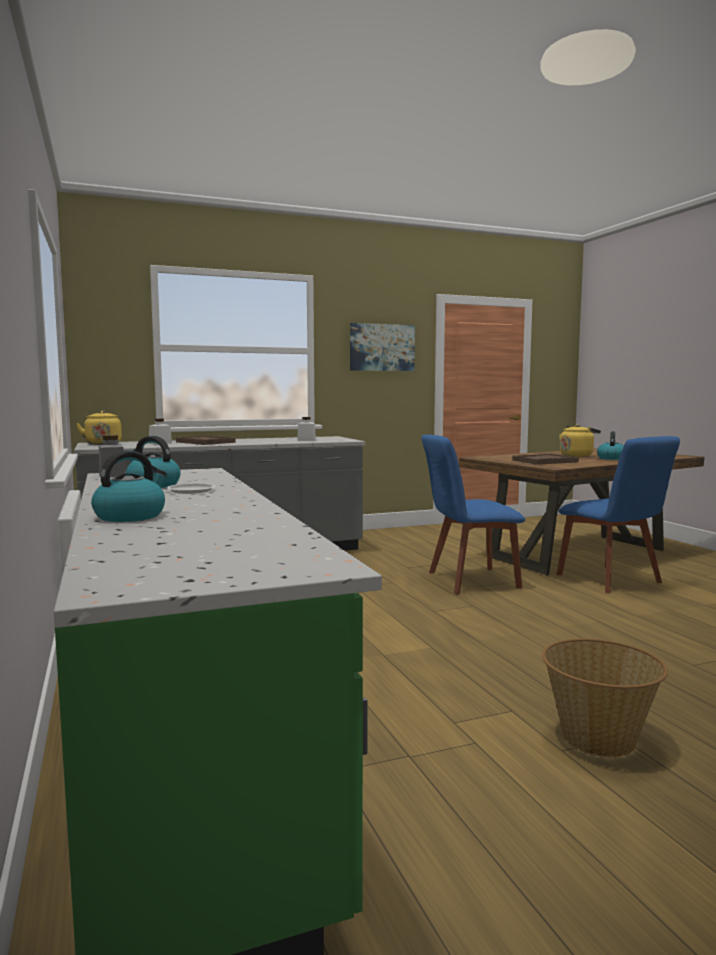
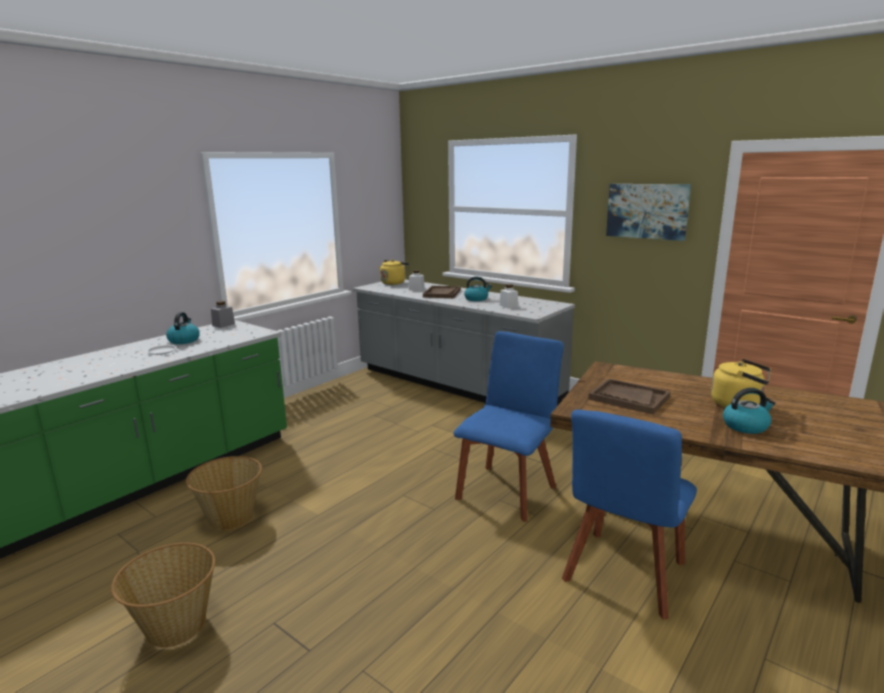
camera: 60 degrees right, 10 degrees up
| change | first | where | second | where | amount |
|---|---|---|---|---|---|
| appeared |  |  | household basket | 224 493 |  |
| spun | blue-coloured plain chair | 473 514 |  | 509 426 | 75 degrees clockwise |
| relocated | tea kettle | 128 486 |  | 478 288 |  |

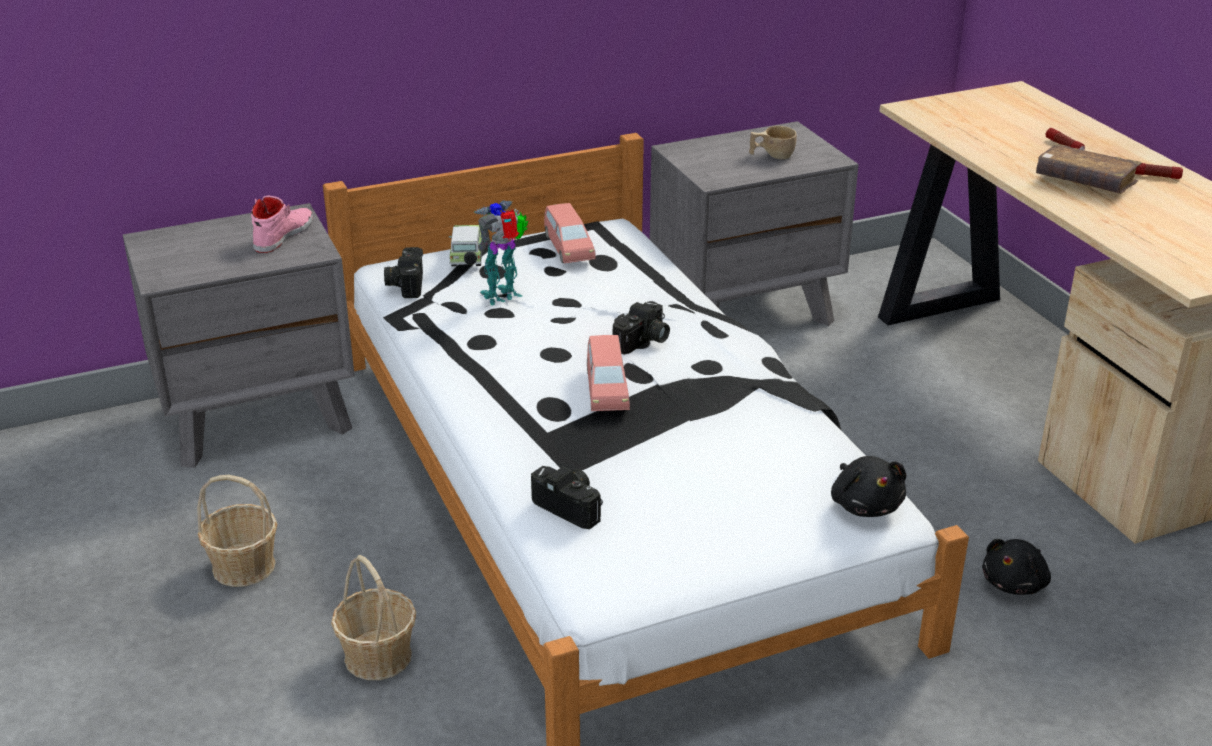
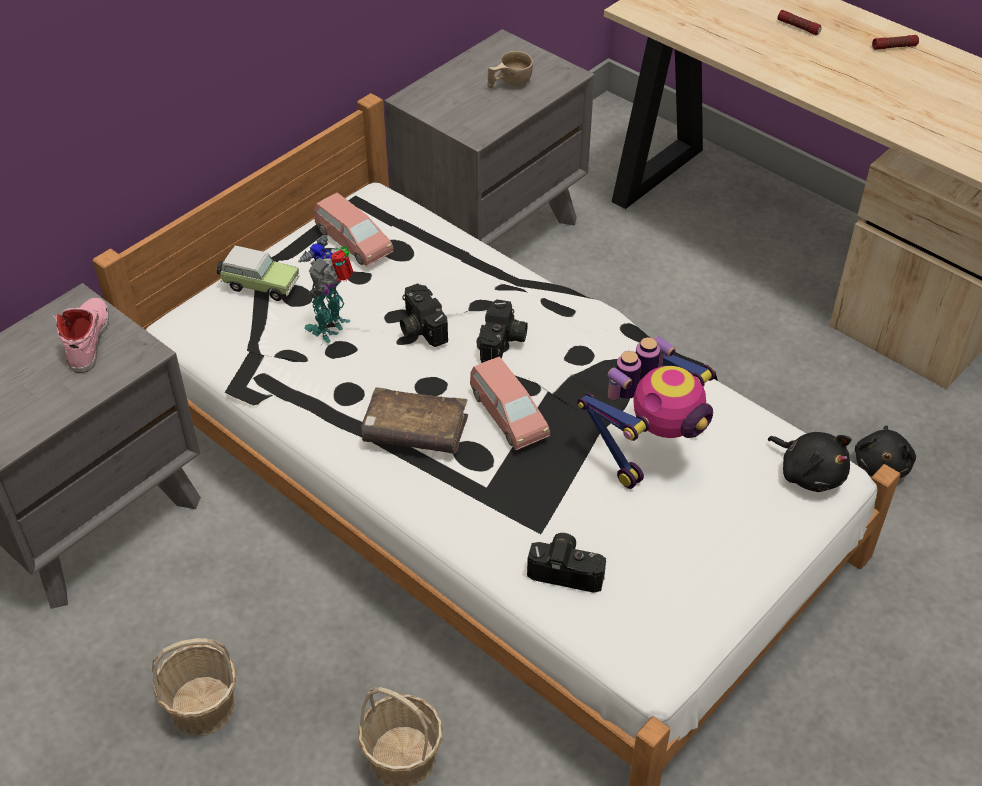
camera: 25 degrees left, 15 degrees up
| change | first | where | second | where | amount |
|---|---|---|---|---|---|
| spun | model car | 465 245 |  | 258 273 | 135 degrees clockwise |
| relocated | brown book | 1089 168 |  | 414 420 |  |
| relocated | photo camera | 403 272 |  | 424 315 |  |
| appeared |  |  | toy robot | 646 412 |  |

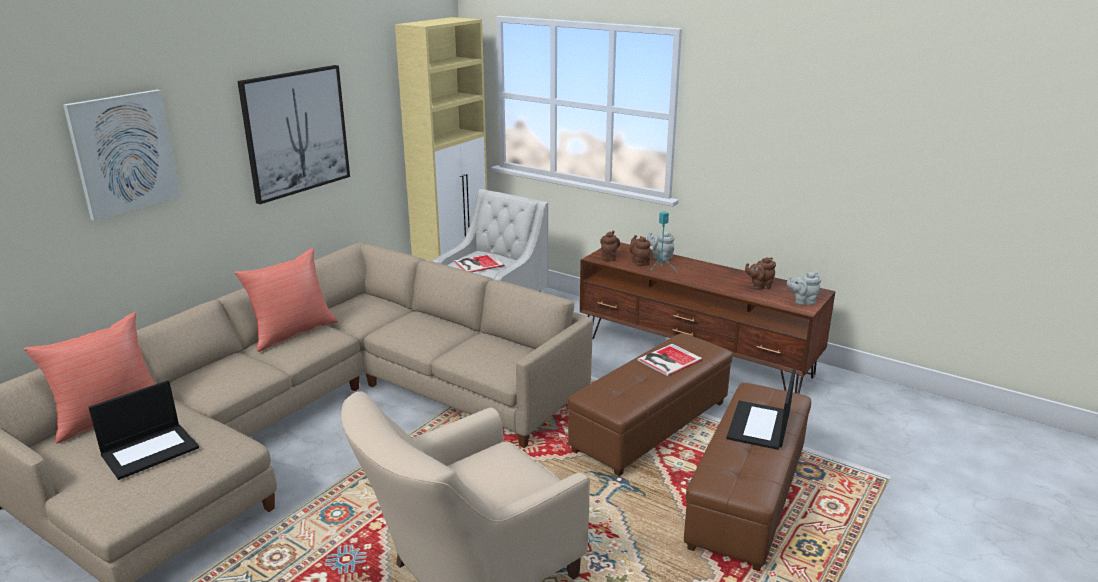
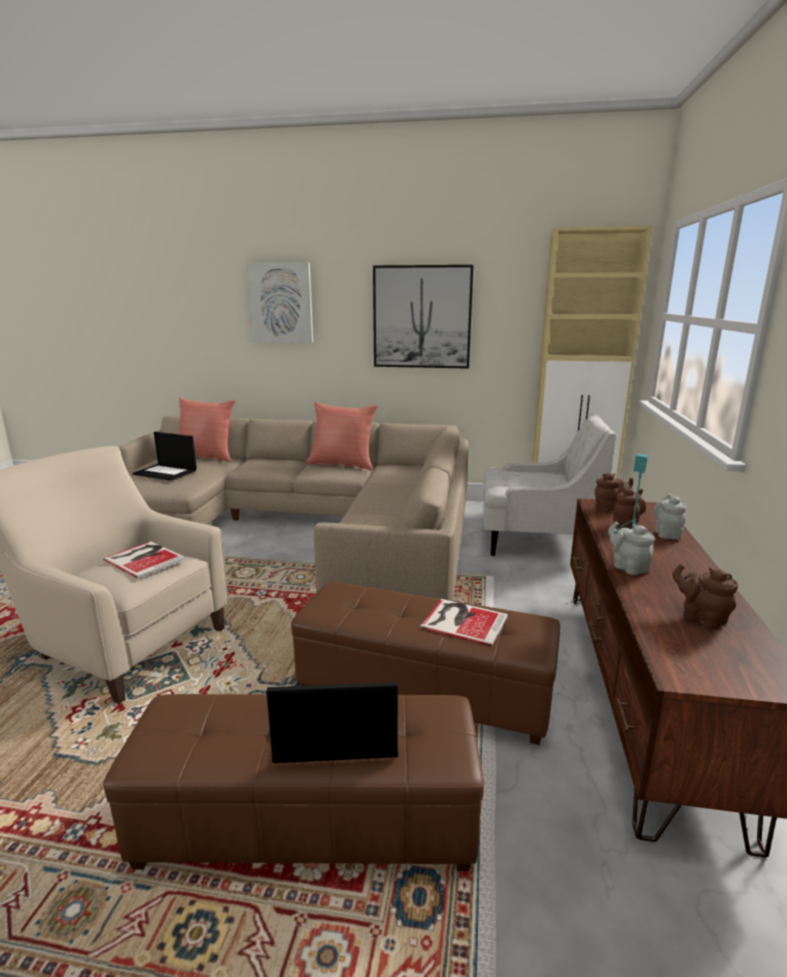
camera: 65 degrees right, 5 degrees down
| change | first | where | second | where | amount |
|---|---|---|---|---|---|
| relocated | book | 479 263 |  | 144 560 |  |
| relocated | grey teapot | 804 288 |  | 631 548 |  |

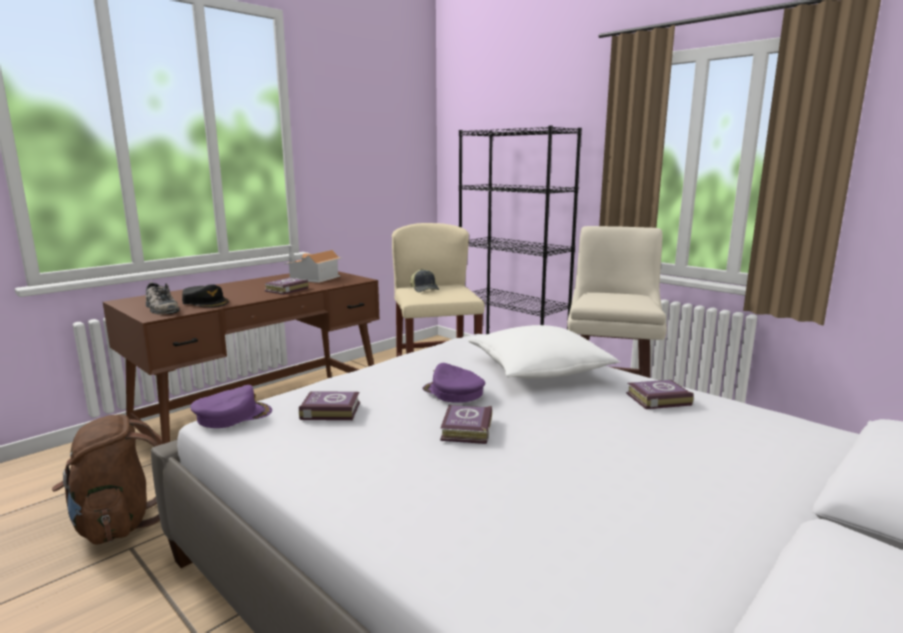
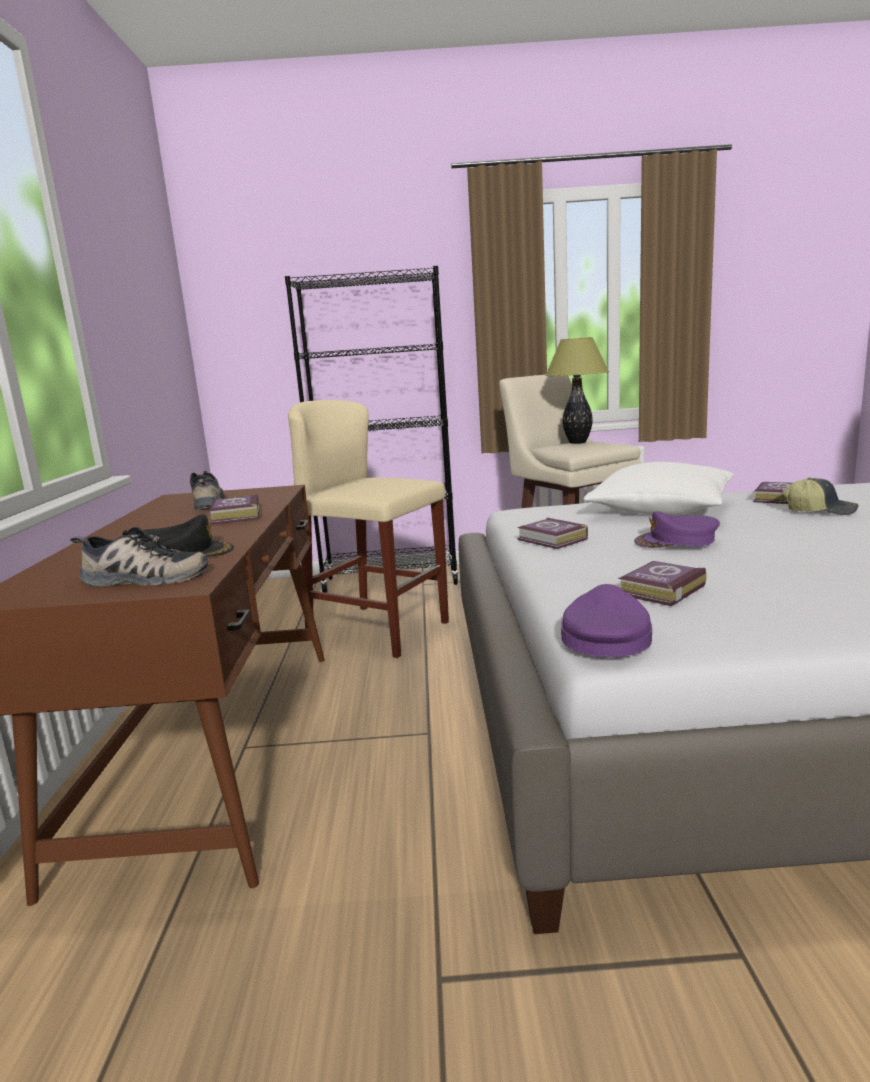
camera: 45 degrees left, 0 degrees up
| change | first | where | second | where | amount |
|---|---|---|---|---|---|
| exchanged | toy house | 313 264 | shoe | 207 490 |  |
| relocated | book | 466 424 |  | 552 533 |  |
| appeared |  |  | table lamp | 577 390 |  |
| relocated | peaked cap | 424 280 |  | 820 496 |  |
| missing | brown knapsack | 106 479 |  |  |  |

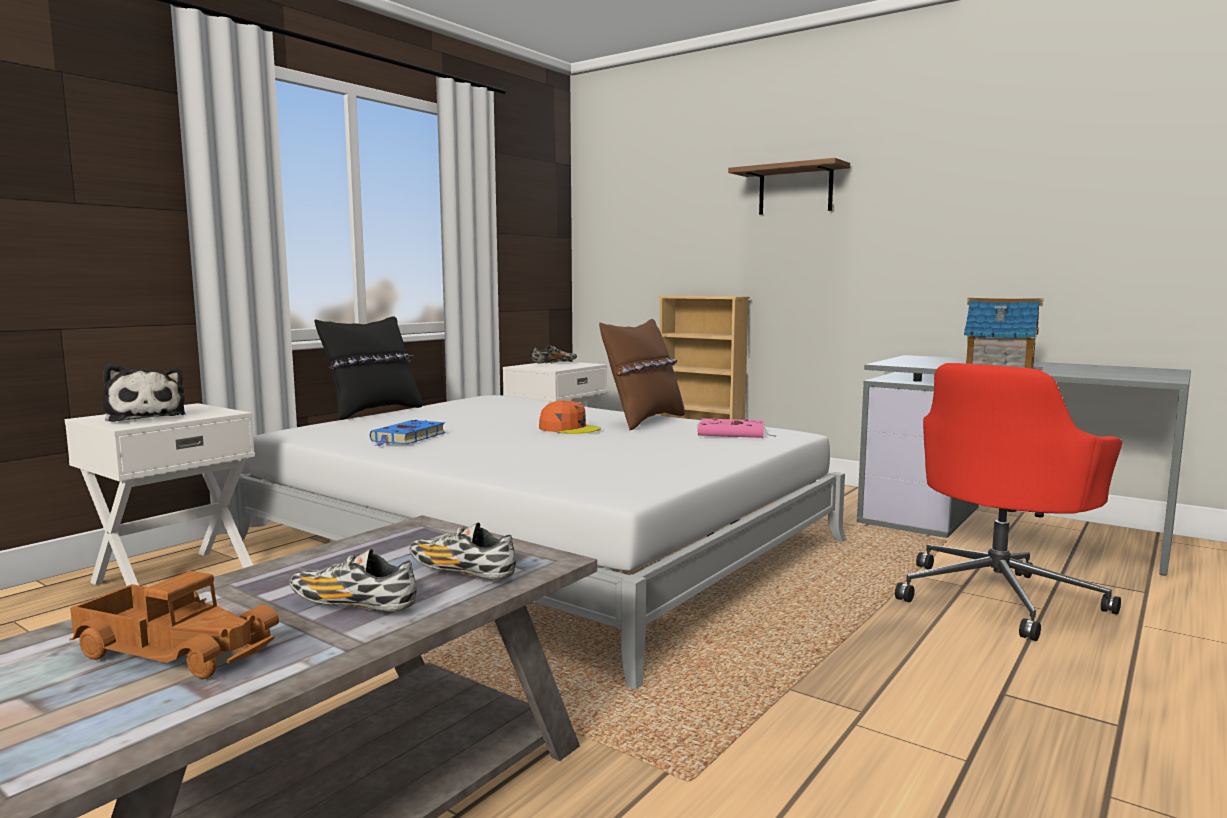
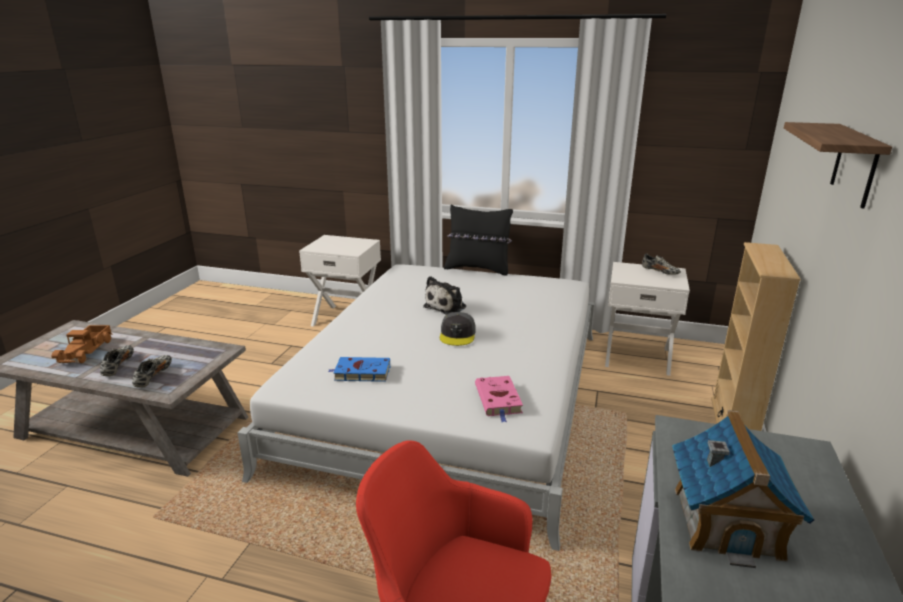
camera: 70 degrees right, 15 degrees up
| change | first | where | second | where | amount |
|---|---|---|---|---|---|
| relocated | blue-coloured book | 408 433 |  | 359 369 |  |
| relocated | soft toy | 144 393 |  | 444 295 |  |
| colour | orange-coloured peaked cap | 570 417 | grey peaked cap | 458 329 |  |
| missing | brown pillow | 642 374 |  |  |  |

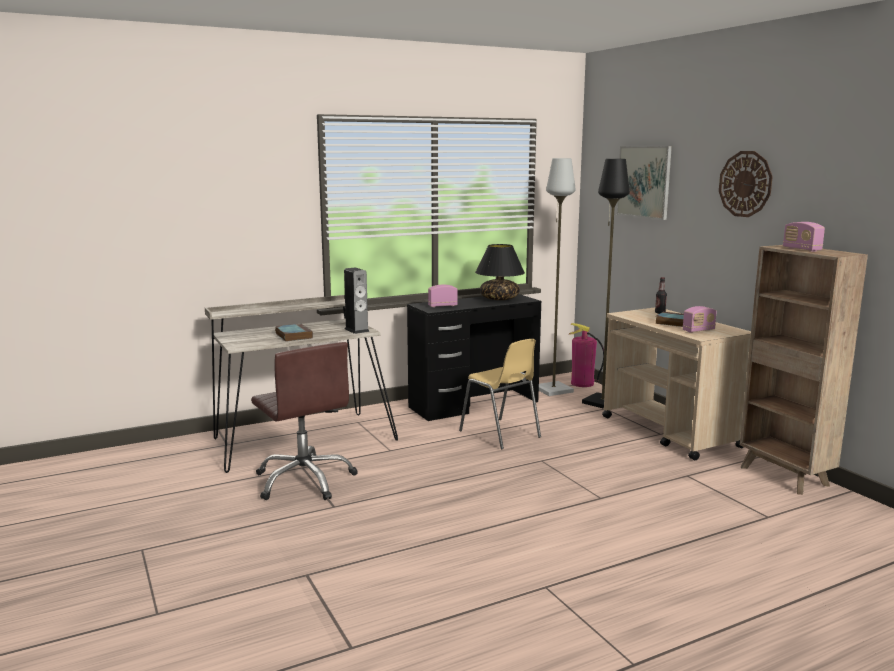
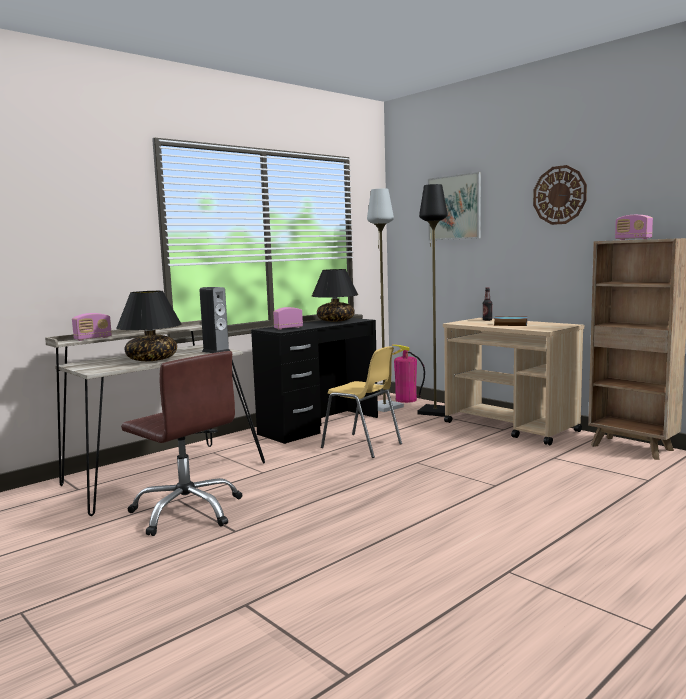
camera: 15 degrees left, 5 degrees down
| change | first | where | second | where | amount |
|---|---|---|---|---|---|
| relocated | radio set | 700 319 |  | 92 327 |  |
| exchanged | book | 294 333 | black table lamp | 149 326 |  |

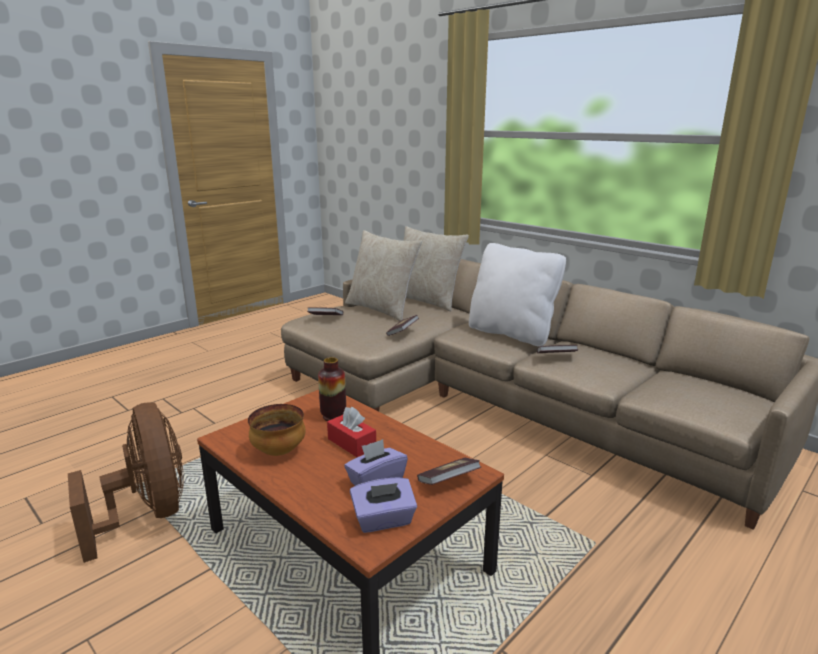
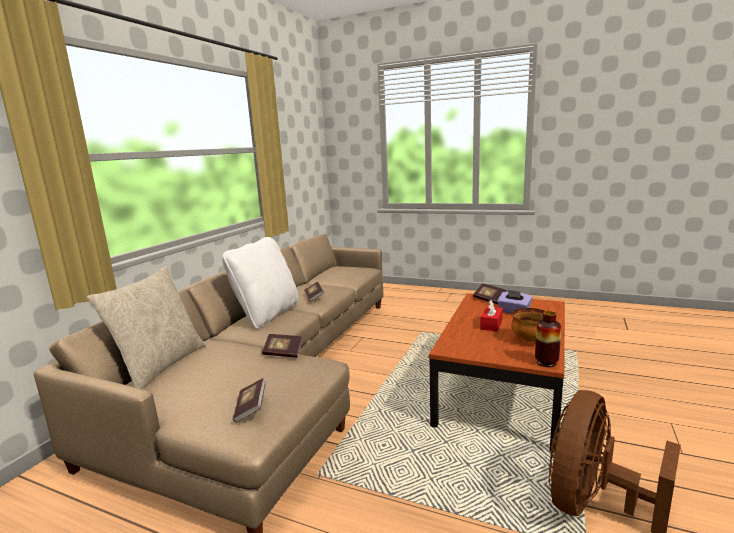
camera: 110 degrees left, 5 degrees down
| change | first | where | second | where | amount |
|---|---|---|---|---|---|
| relocated | decorative vase | 332 389 |  | 548 339 |  |
| missing | beige-coloured pillow | 383 275 |  |  |  |
| missing | purple box of tissues | 383 505 |  |  |  |

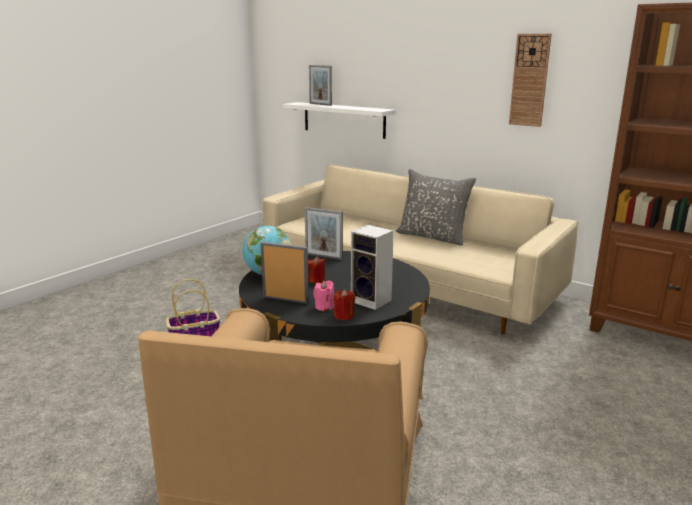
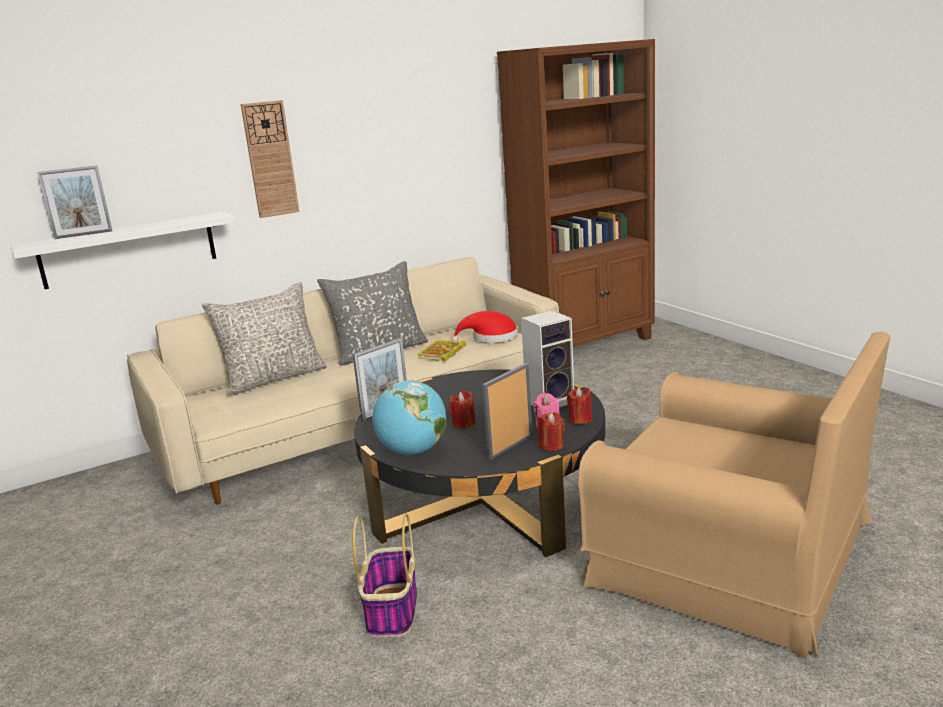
camera: 65 degrees left, 0 degrees up
| change | first | where | second | where | amount |
|---|---|---|---|---|---|
| appeared |  |  | grey pillow | 264 339 |  |
| relocated | clock on the wall | 530 80 |  | 270 159 |  |
| appeared |  |  | book | 441 351 |  |
| appeared |  |  | red wearable hat | 485 327 |  |
| appeared |  |  | red candle | 551 431 |  |

